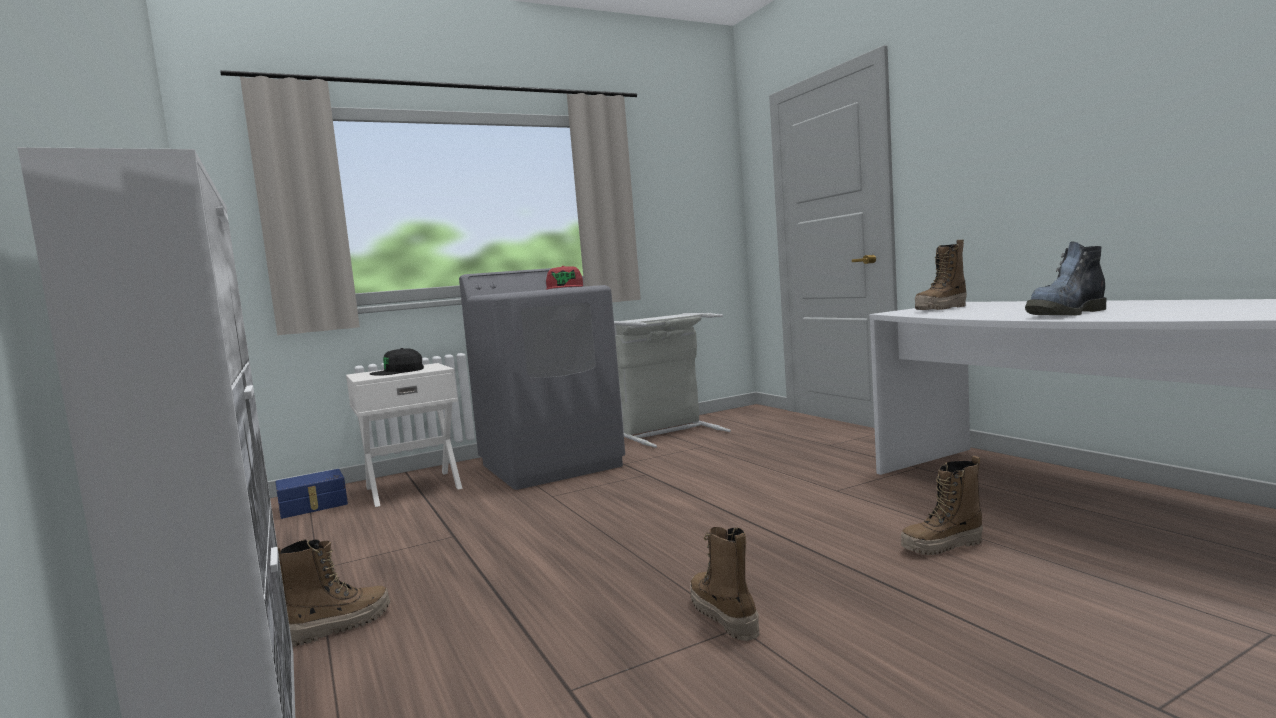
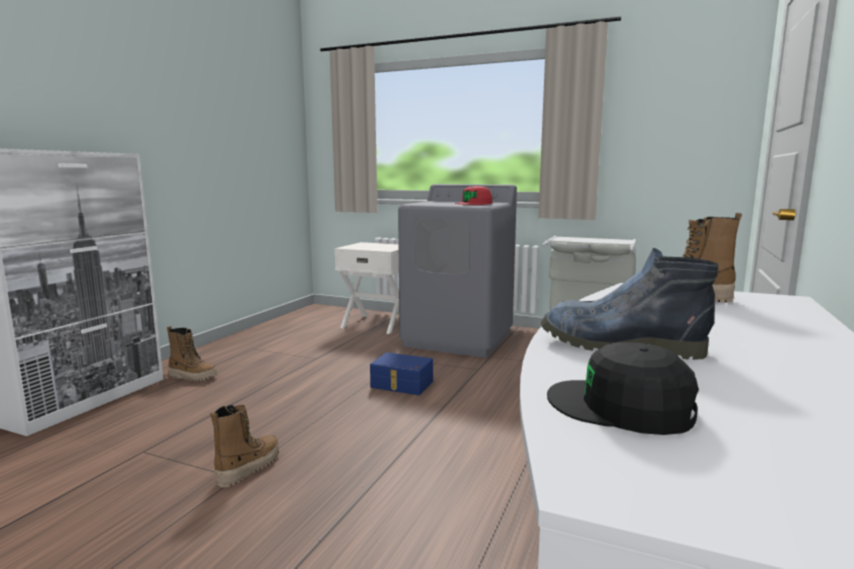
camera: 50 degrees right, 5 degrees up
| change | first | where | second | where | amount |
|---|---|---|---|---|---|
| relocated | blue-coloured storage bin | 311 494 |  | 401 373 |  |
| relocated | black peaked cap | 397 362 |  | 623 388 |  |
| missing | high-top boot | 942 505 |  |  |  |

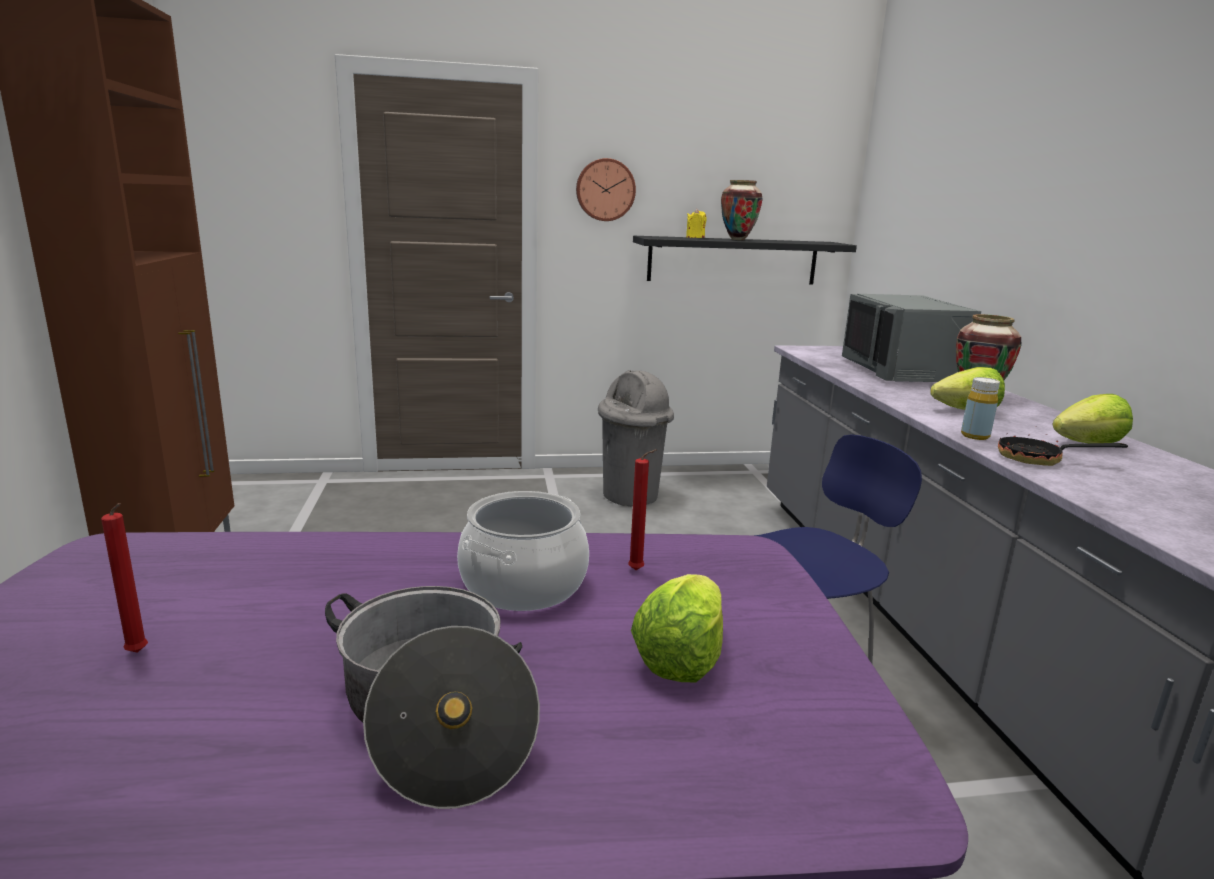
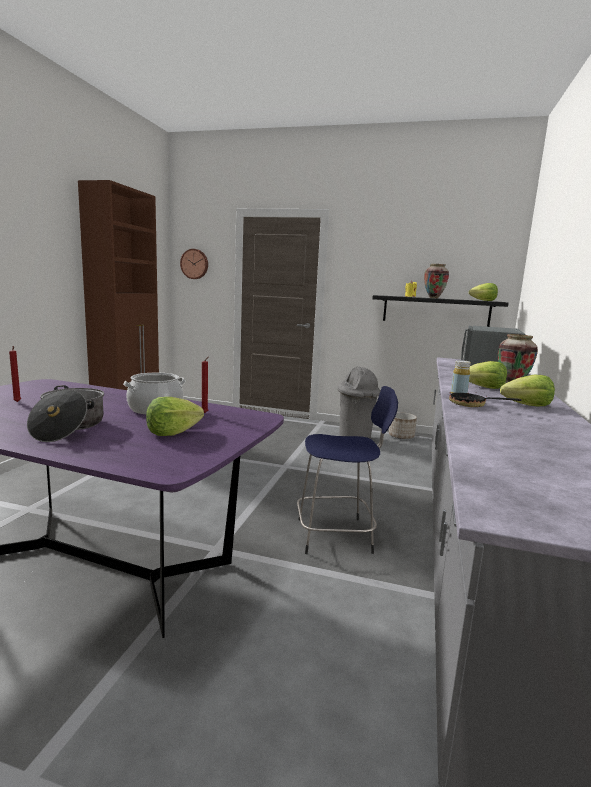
camera: 25 degrees right, 5 degrees down
| change | first | where | second | where | amount |
|---|---|---|---|---|---|
| relocated | clock on the wall | 606 189 |  | 194 264 |  |
| appeared |  |  | planter | 403 425 |  |
| appeared |  |  | head of lettuce | 483 292 |  |

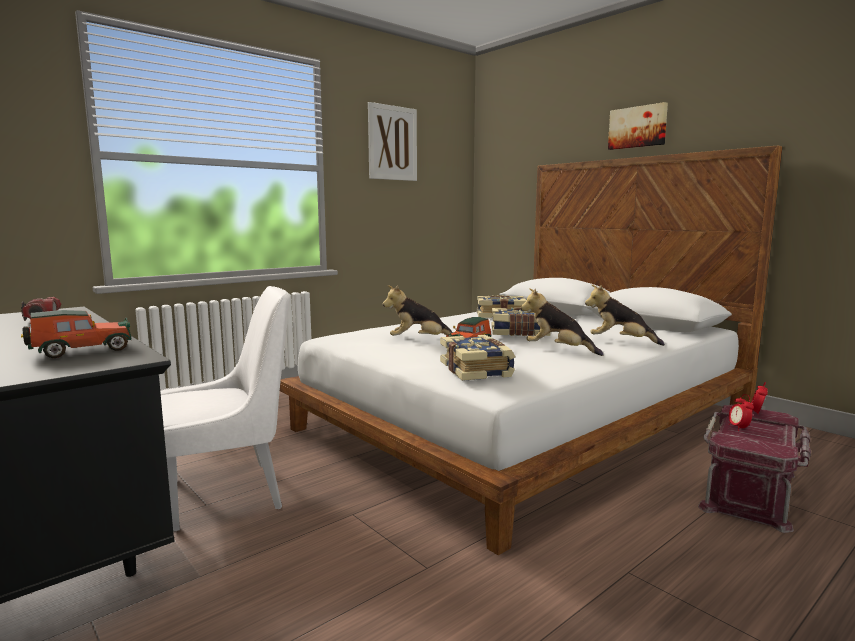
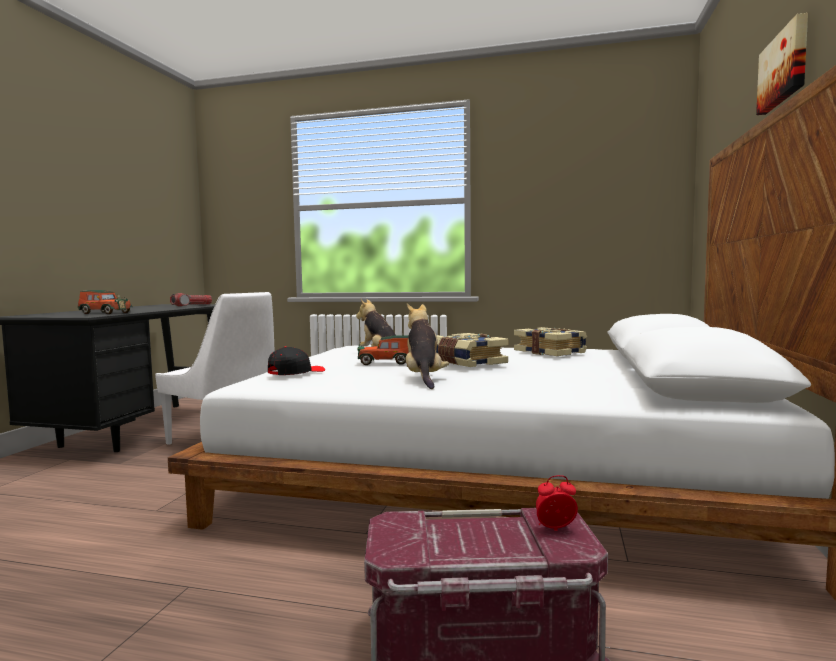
camera: 55 degrees right, 5 degrees down
| change | first | where | second | where | amount |
|---|---|---|---|---|---|
| exchanged | book | 477 358 | black peaked cap | 296 360 |  |
| missing | picture | 392 141 |  |  |  |
| missing | soft toy | 625 315 |  |  |  |
| missing | alarm clock | 741 412 |  |  |  |

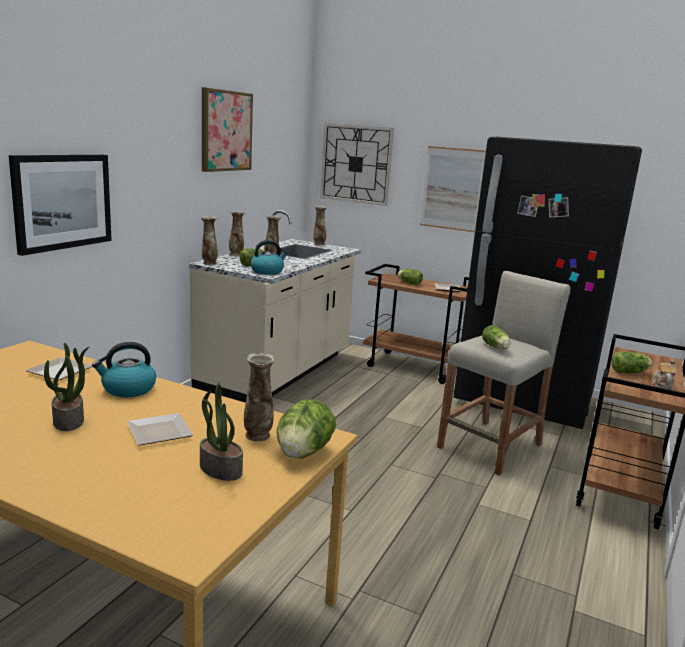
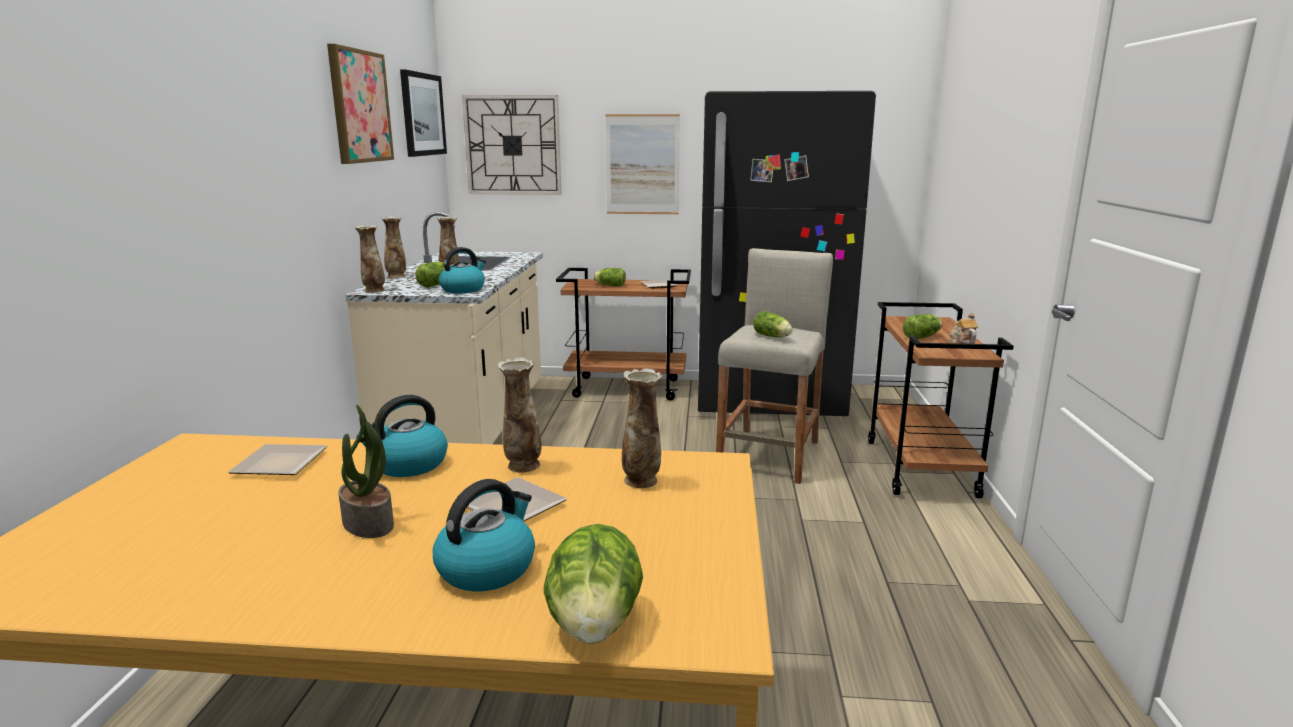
camera: 20 degrees left, 0 degrees up
| change | first | where | second | where | amount |
|---|---|---|---|---|---|
| relocated | picture | 60 205 |  | 423 113 |  |
| appeared |  |  | tea kettle | 484 535 |  |
| relocated | decorative vase | 320 226 |  | 519 415 |  |
| relocated | head of lettuce | 306 428 |  | 593 584 |  |
| missing | houseplant | 221 432 |  |  |  |

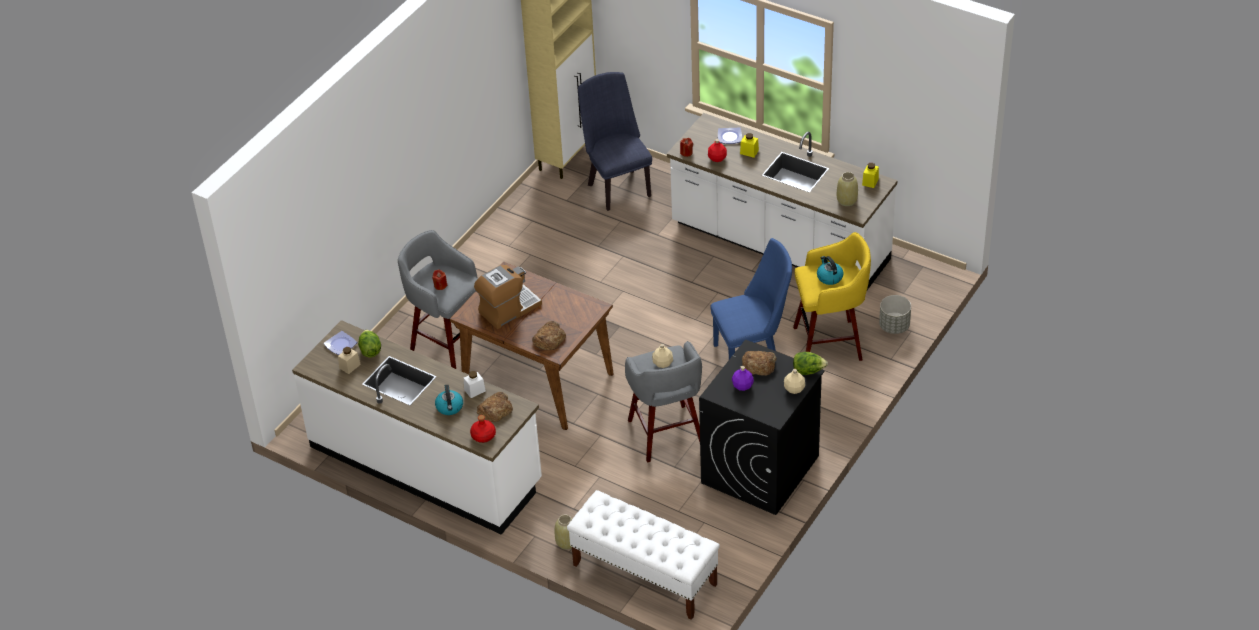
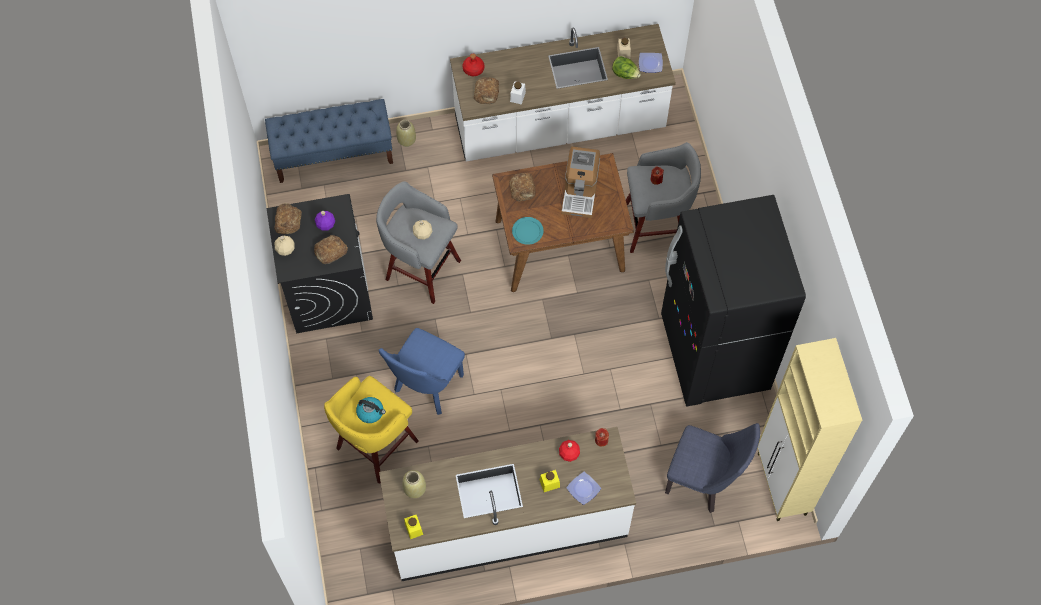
camera: 135 degrees right, 20 degrees up
| change | first | where | second | where | amount |
|---|---|---|---|---|---|
| colour | white-coloured long seat | 643 555 | blue-coloured long seat | 329 141 |  |
| appeared |  |  | baked bread | 288 218 |  |
| appeared |  |  | turquoise flat dish | 528 231 |  |
| appeared |  |  | black kitchen fridge | 733 300 |  |
| missing | tea kettle | 449 400 |  |  |  |
| missing | head of lettuce | 810 363 |  |  |  |
| missing | grey planter | 895 314 |  |  |  |

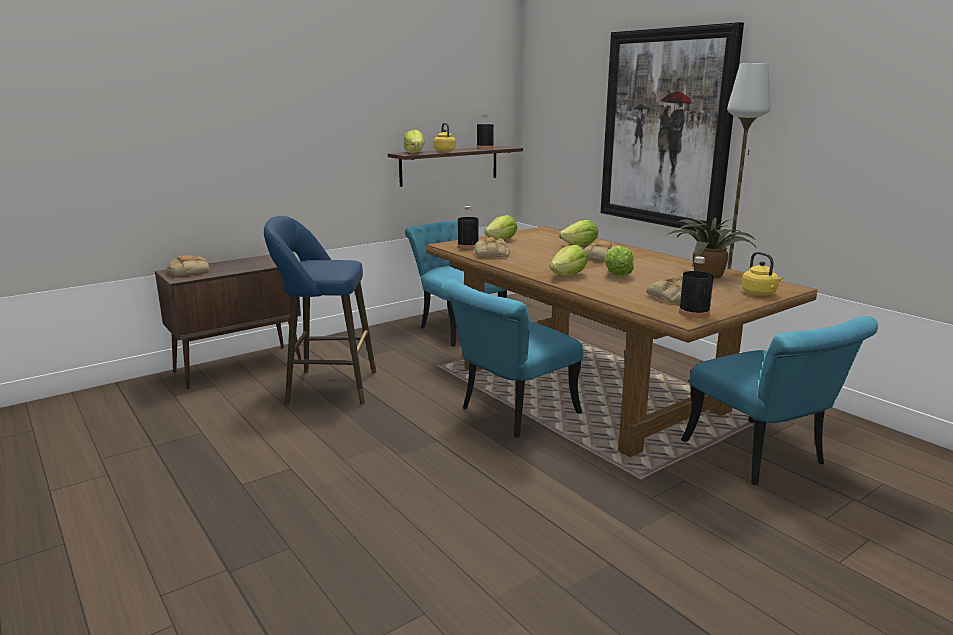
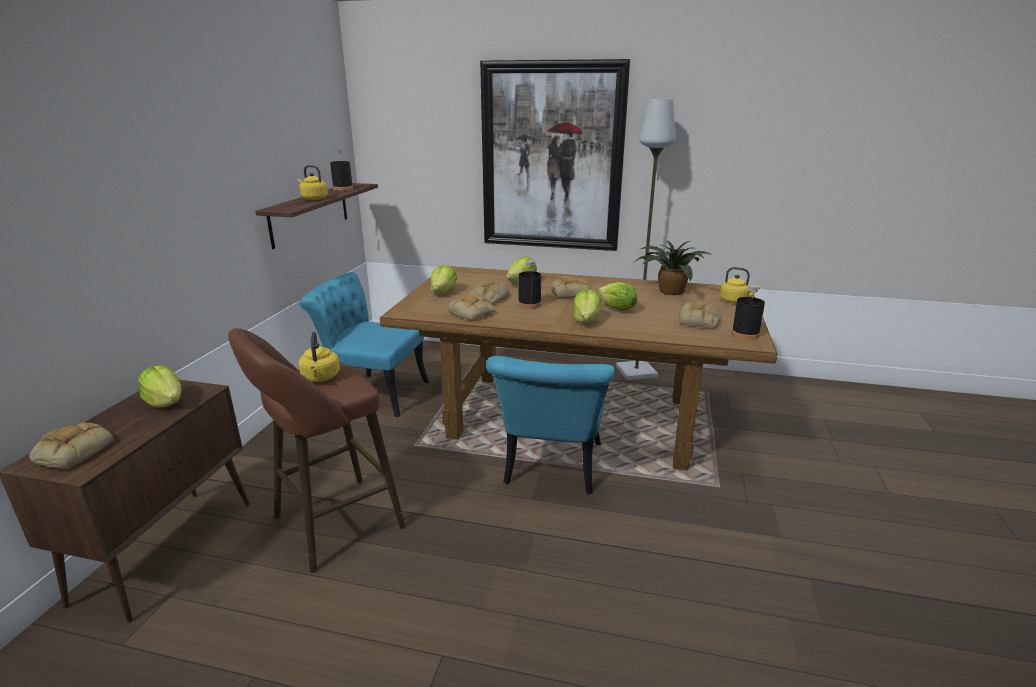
camera: 40 degrees left, 5 degrees up
| change | first | where | second | where | amount |
|---|---|---|---|---|---|
| relocated | head of lettuce | 414 141 |  | 160 386 |  |
| colour | blue-coloured stool | 320 310 | brown stool | 317 450 |  |
| appeared |  |  | yellowish tea kettle | 319 357 |  |
| appeared |  |  | baked bread | 488 292 |  |
| relocated | black beverage bottle | 468 227 |  | 529 284 |  |
| missing | turquoise plain chair | 779 400 |  |  |  |

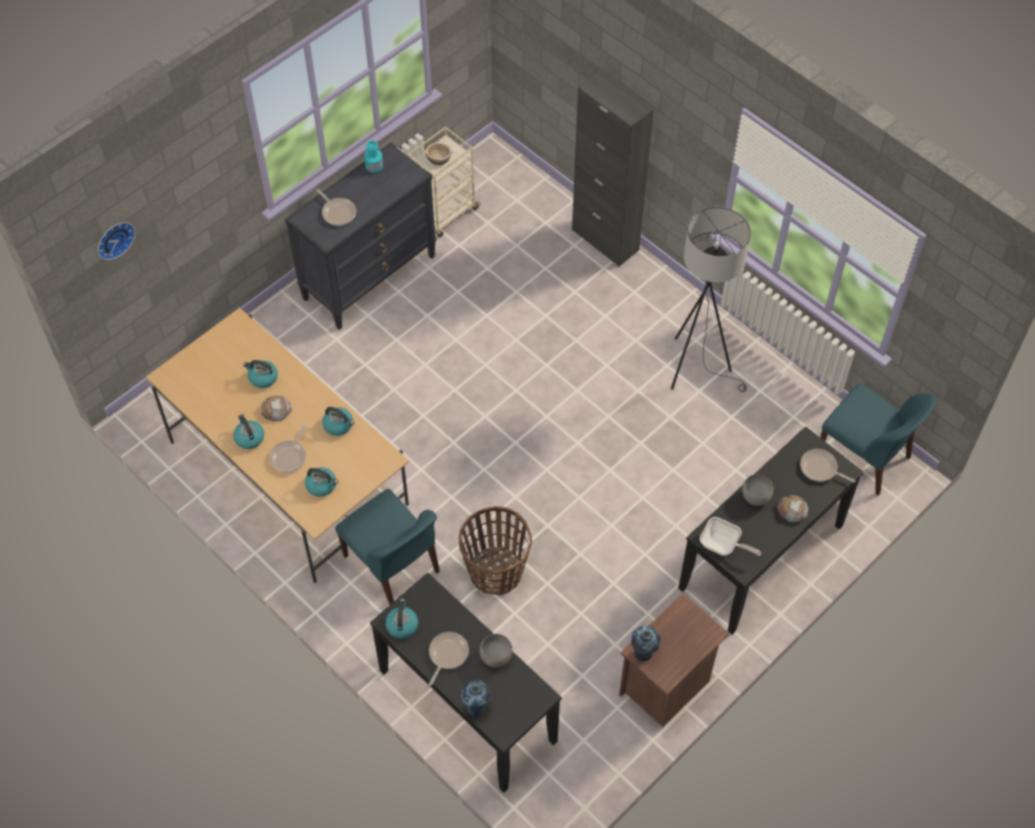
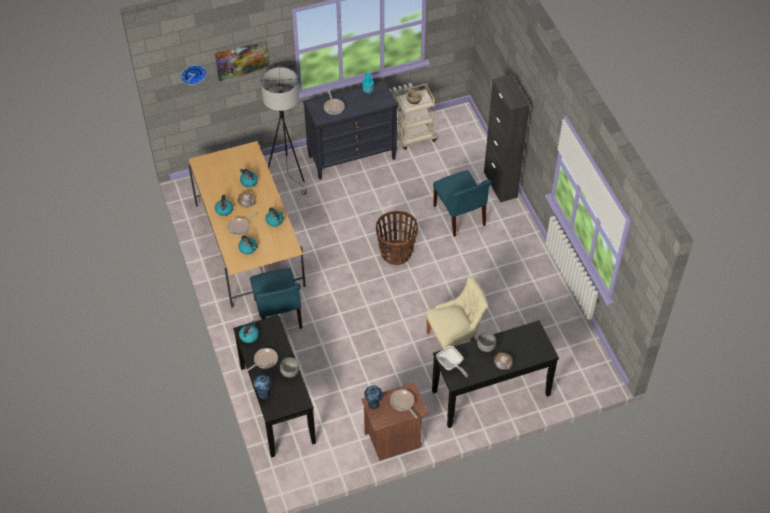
camera: 25 degrees right, 5 degrees down
| change | first | where | second | where | amount |
|---|---|---|---|---|---|
| appeared |  |  | picture | 242 61 |  |
| relocated | grey floor lamp | 711 299 |  | 284 131 |  |
| relocated | household basket | 495 550 |  | 397 238 |  |
| relocated | frying pan | 827 466 |  | 404 403 |  |
| appeared |  |  | beige-coloured plain chair | 457 312 |  |
| relocated | blue-coloured plain chair | 878 439 |  | 462 203 |  |

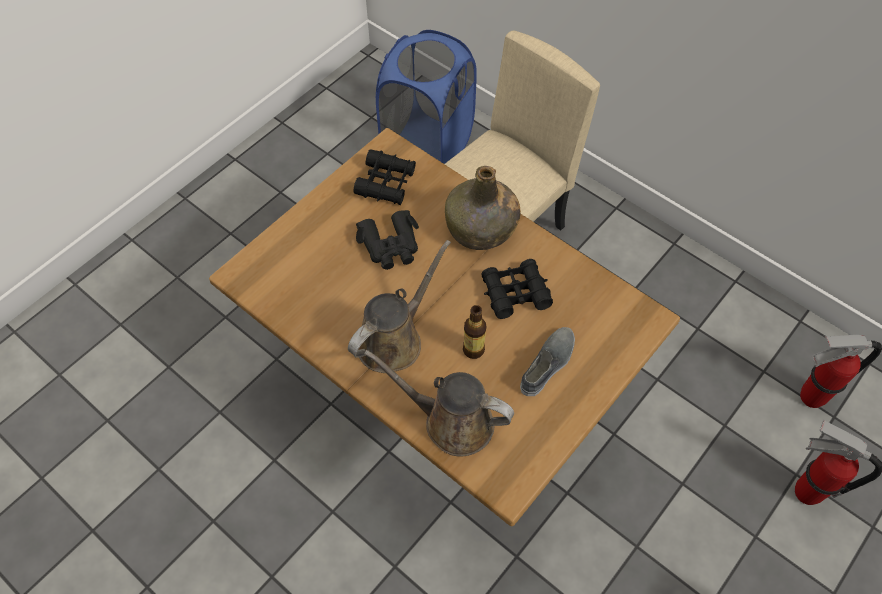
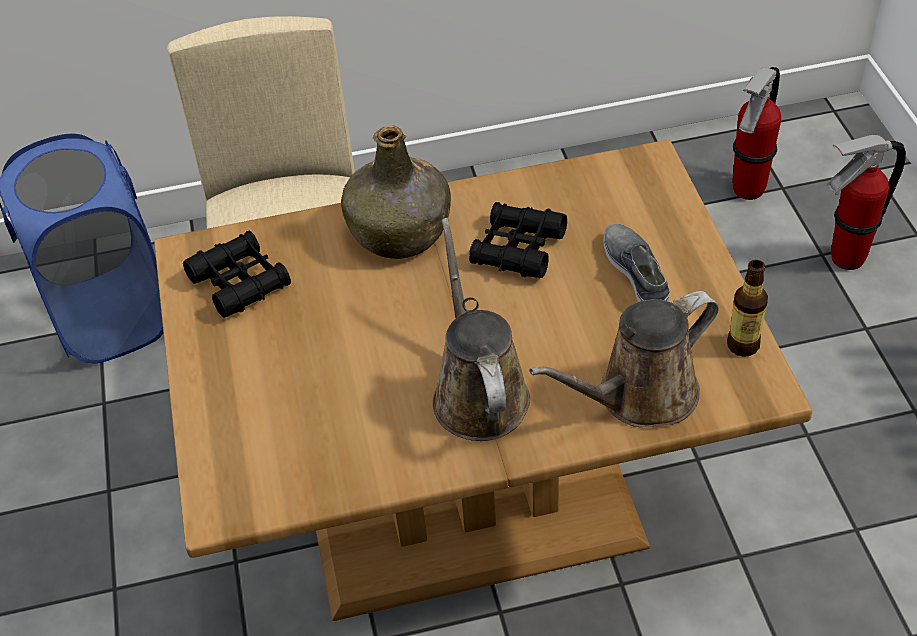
camera: 50 degrees left, 10 degrees down
| change | first | where | second | where | amount |
|---|---|---|---|---|---|
| relocated | beverage bottle | 474 332 |  | 747 308 |  |
| missing | black binoculars | 387 240 |  |  |  |

